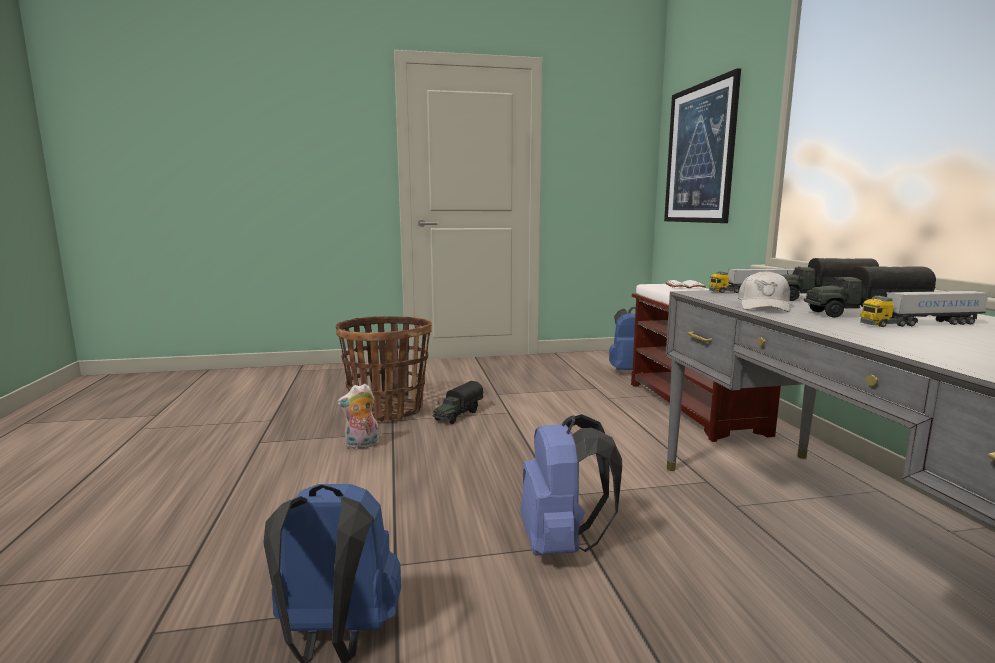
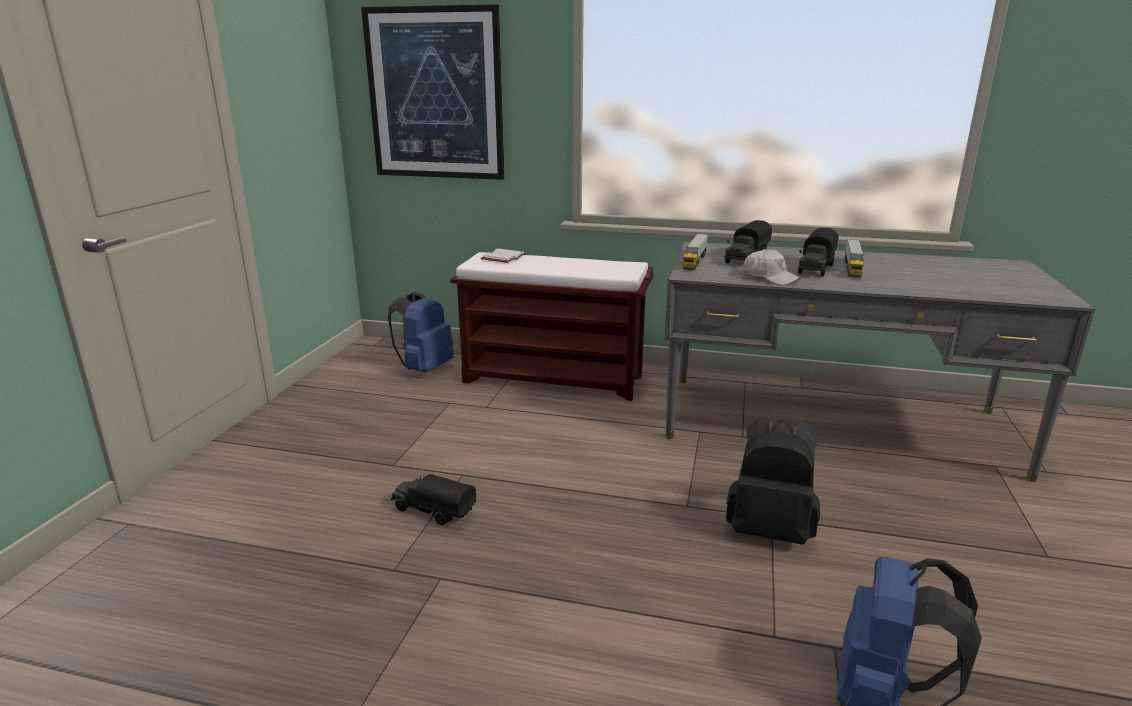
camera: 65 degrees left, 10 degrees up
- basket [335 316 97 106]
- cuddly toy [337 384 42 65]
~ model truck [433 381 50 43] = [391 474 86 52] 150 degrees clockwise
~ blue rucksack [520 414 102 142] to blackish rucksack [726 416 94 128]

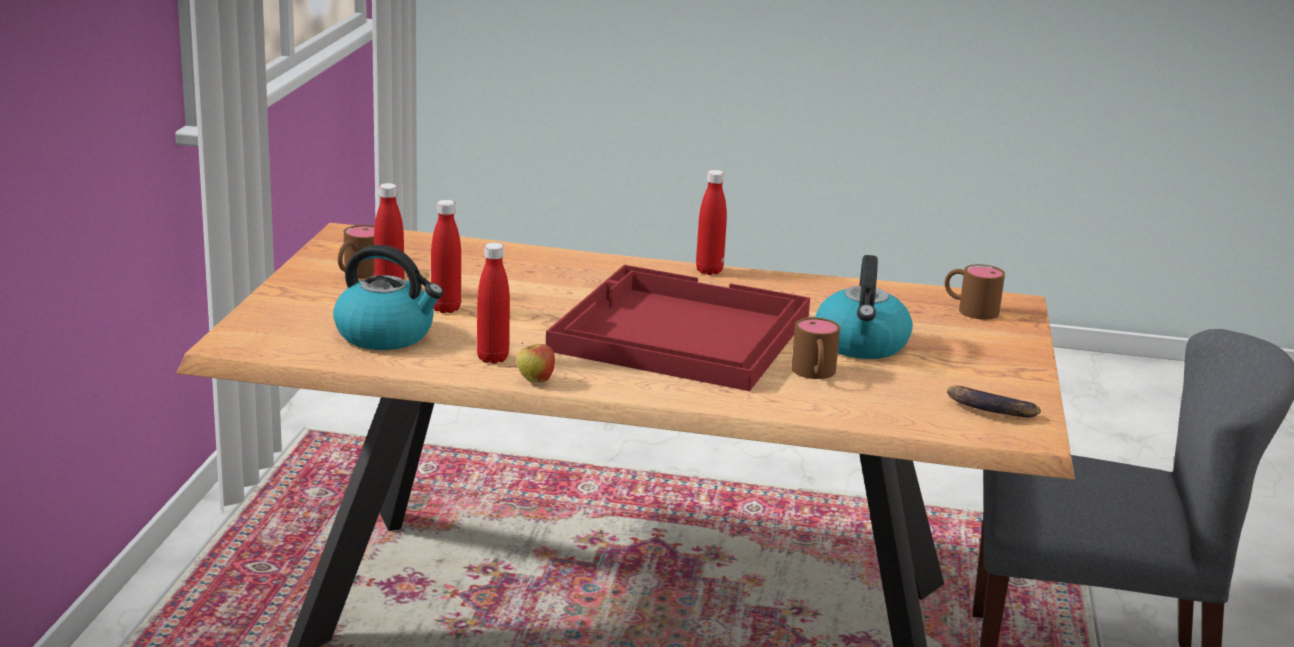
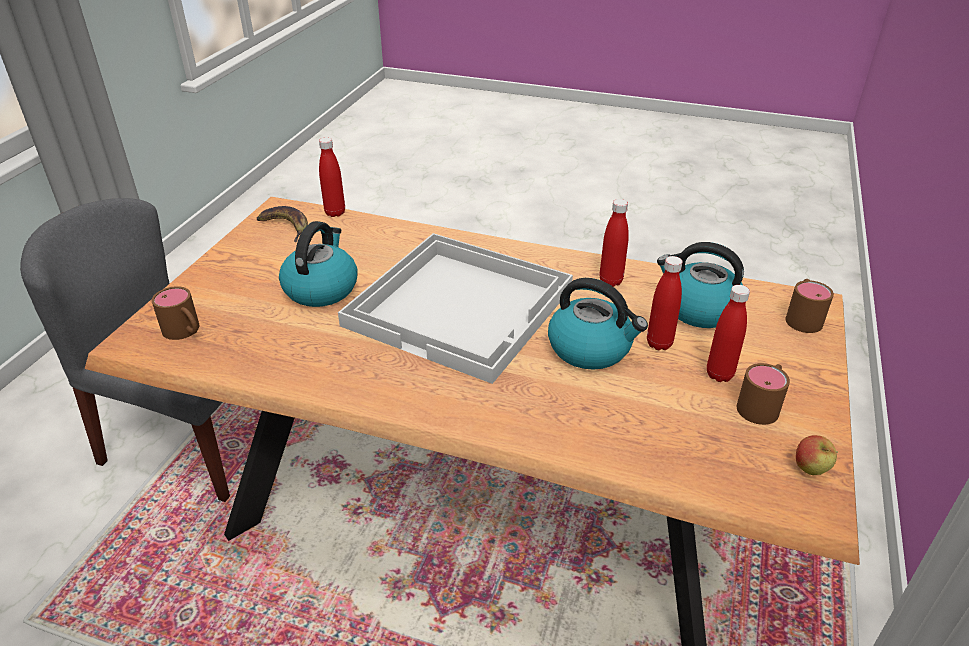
camera: 170 degrees left, 15 degrees up
~ apple [516 342 39 41] to [796 435 42 40]
~ red carrying tray [546 265 264 126] to white-coloured carrying tray [338 233 235 151]
~ red beverage bottle [696 170 31 105] to [319 137 26 80]
~ brownish tea mug [791 317 49 62] to [785 279 49 54]
+ tea kettle [548 278 100 92]

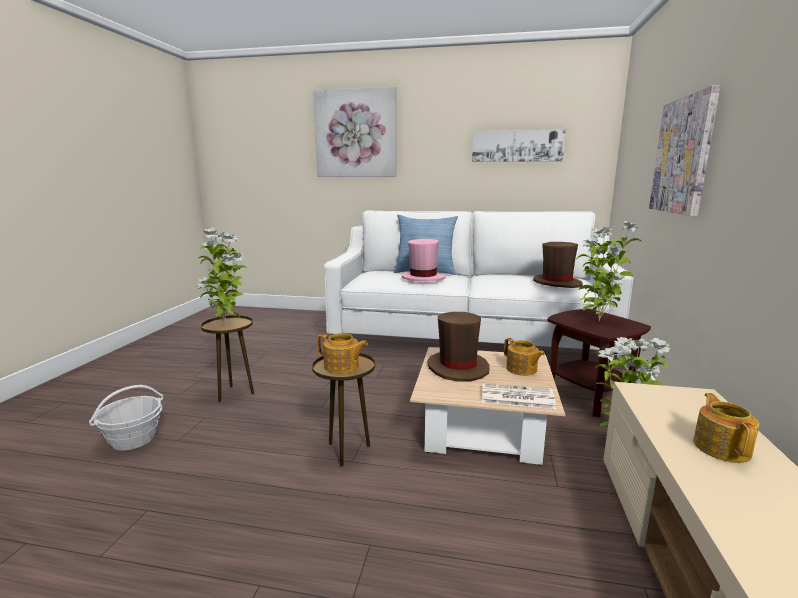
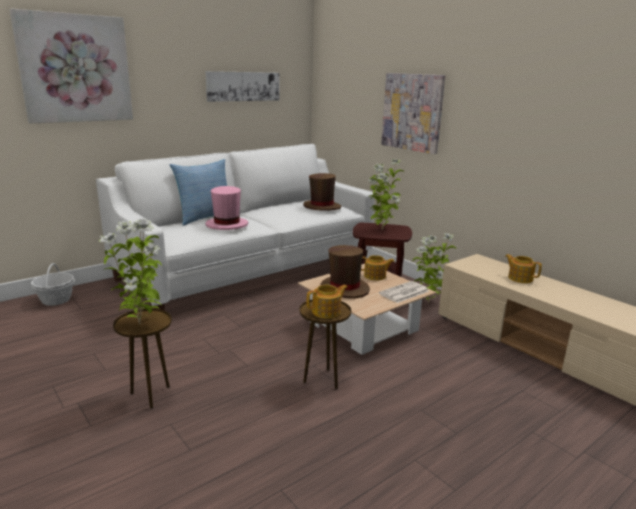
camera: 50 degrees left, 5 degrees up
~ basket [89 385 74 66] to [31 263 44 43]

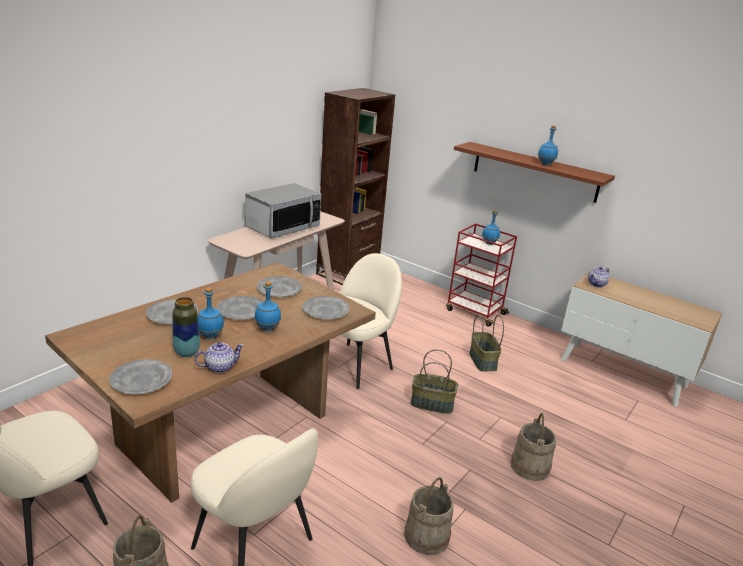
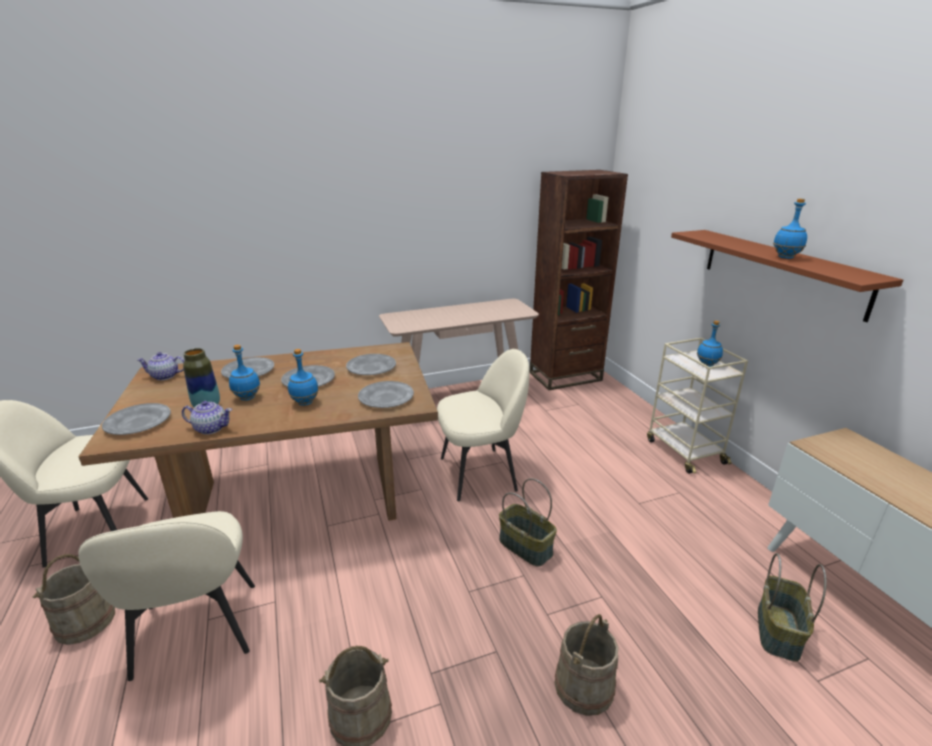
camera: 35 degrees right, 0 degrees up
- kitchen microwave [245 183 76 56]
~ red wheeled cart [446 224 71 103] to beige-coloured wheeled cart [647 338 101 136]
~ basket [469 315 35 57] to [758 553 69 109]
~ tea pot [588 267 21 20] to [137 352 47 28]

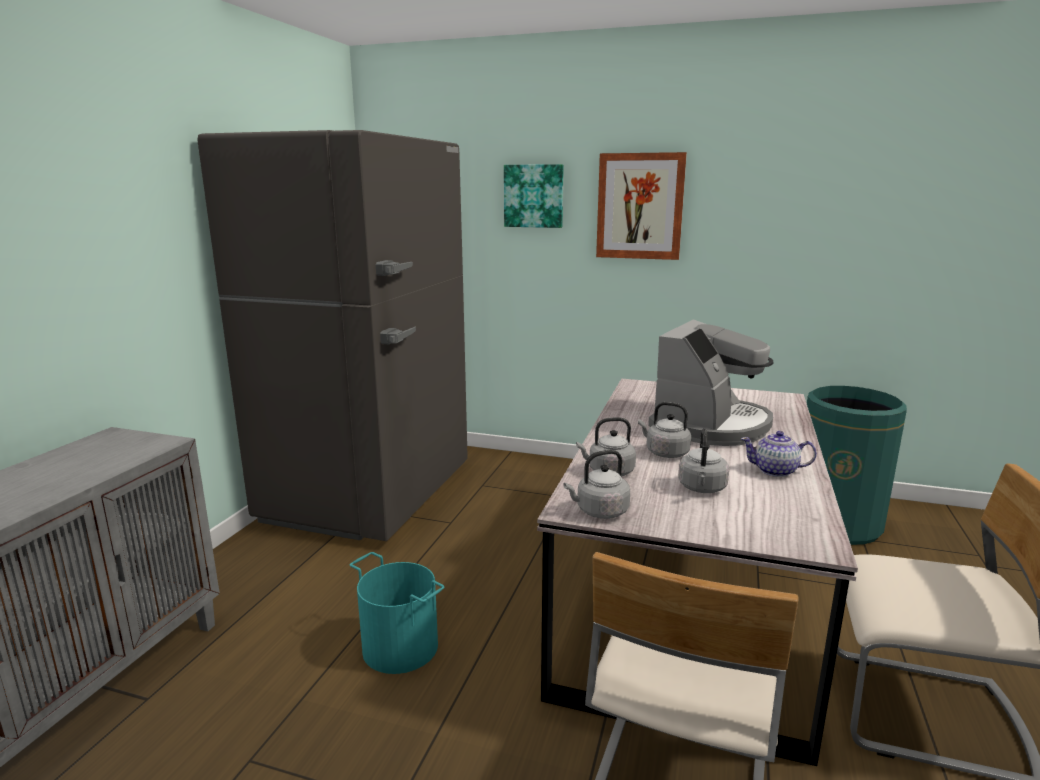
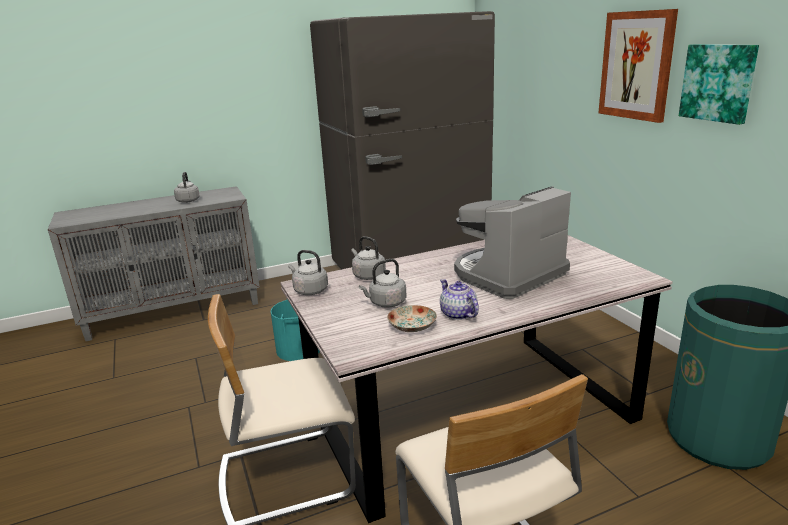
camera: 50 degrees right, 5 degrees up
~ wall picture [504 164 60 64] to [679 44 80 81]
~ greyish tea kettle [638 402 53 56] to [174 172 26 31]
~ coffee maker [648 319 125 127] = [454 186 117 113] 150 degrees clockwise
+ plate [387 305 50 27]

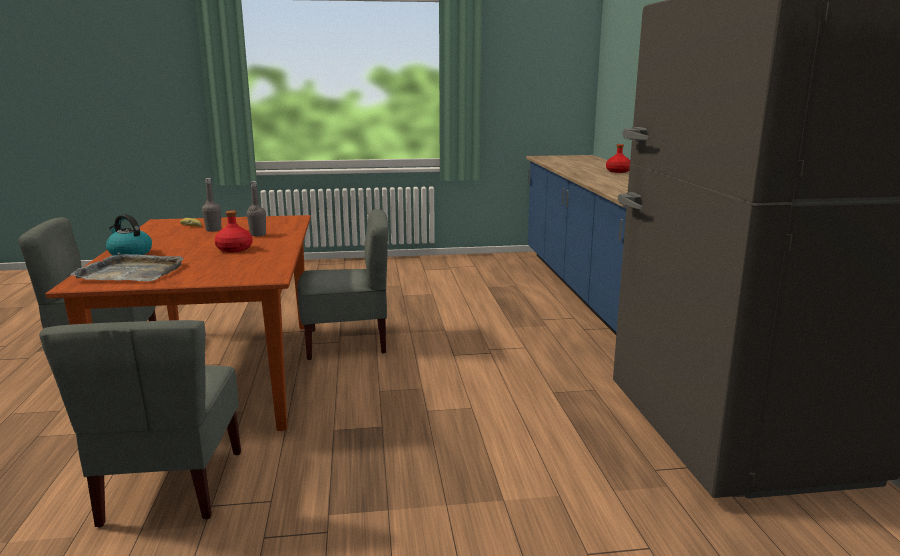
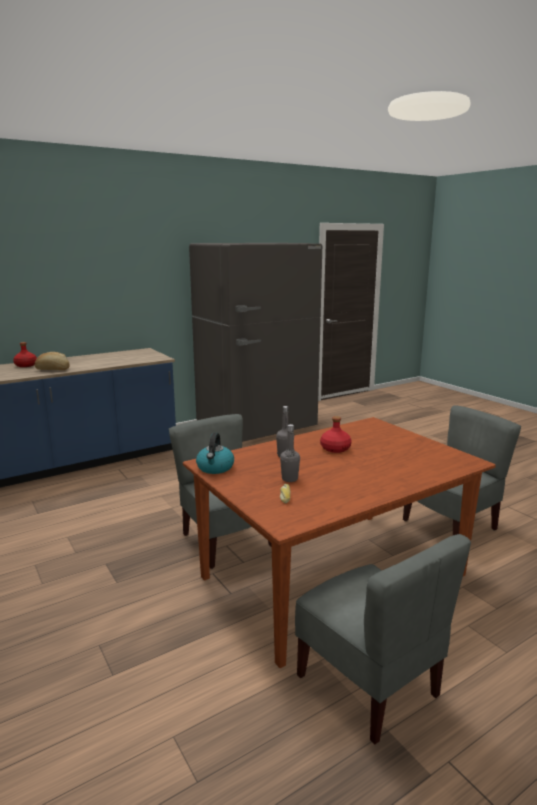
camera: 115 degrees left, 0 degrees up
- greyish carrying tray [70 253 114 29]
~ tea kettle [106 214 46 42] to [196 433 38 41]
+ bakery bread [35 352 35 18]

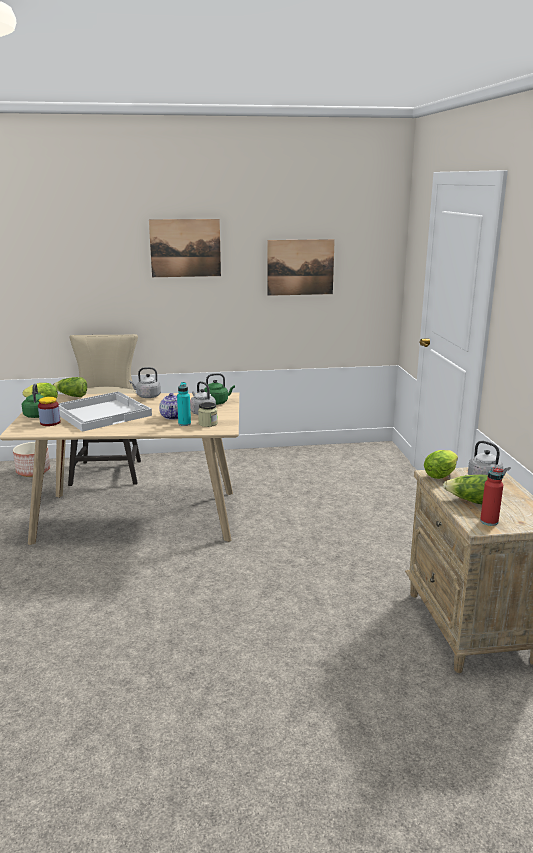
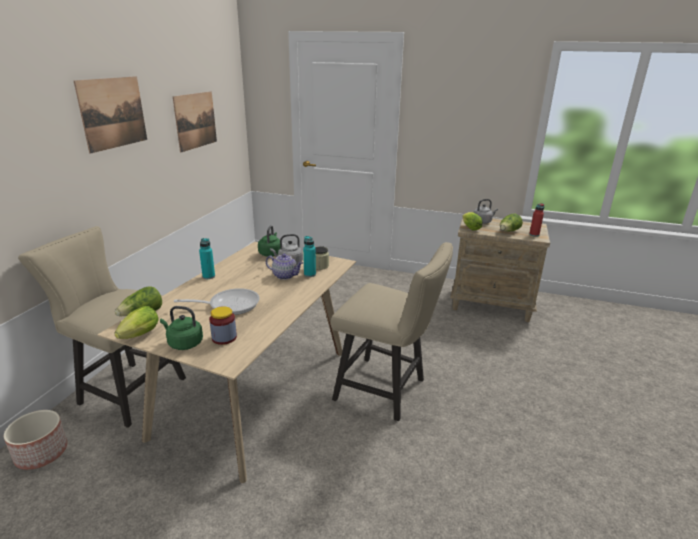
camera: 65 degrees left, 5 degrees up
~ white-coloured carrying tray [59 391 93 41] to pan [174 288 86 27]
~ greyish tea kettle [129 367 32 31] to blue-green beverage bottle [199 238 16 41]
+ beige-coloured chair [331 242 122 179]

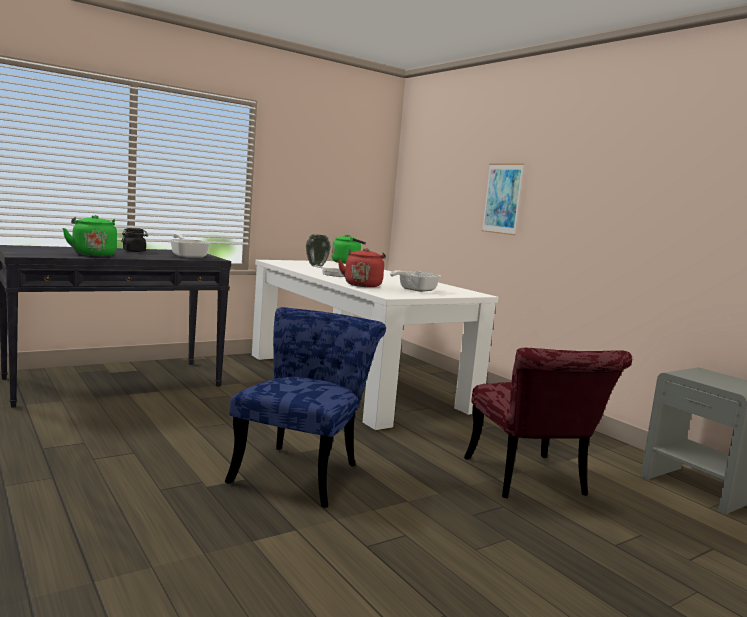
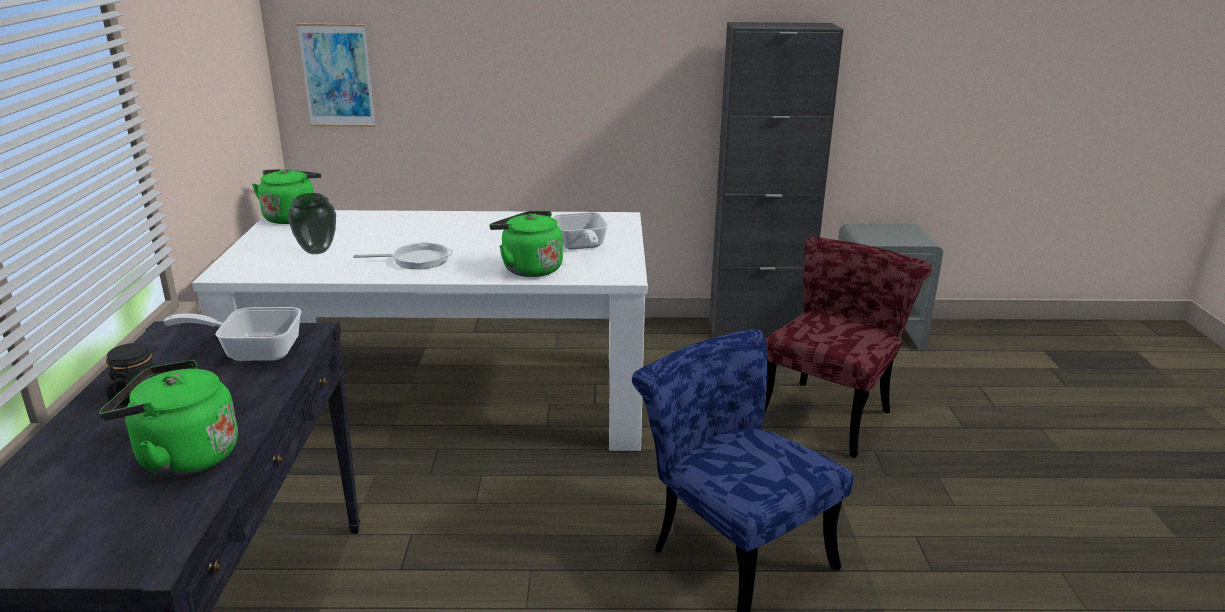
camera: 55 degrees left, 15 degrees up
~ red tea kettle [338 248 48 39] to green tea kettle [489 211 74 66]
~ red chair [464 348 168 150] = [765 237 167 221] 75 degrees counterclockwise
~ wall picture [482 163 42 72] to [297 24 79 103]
+ blackish storage cabinet [709 22 135 316]

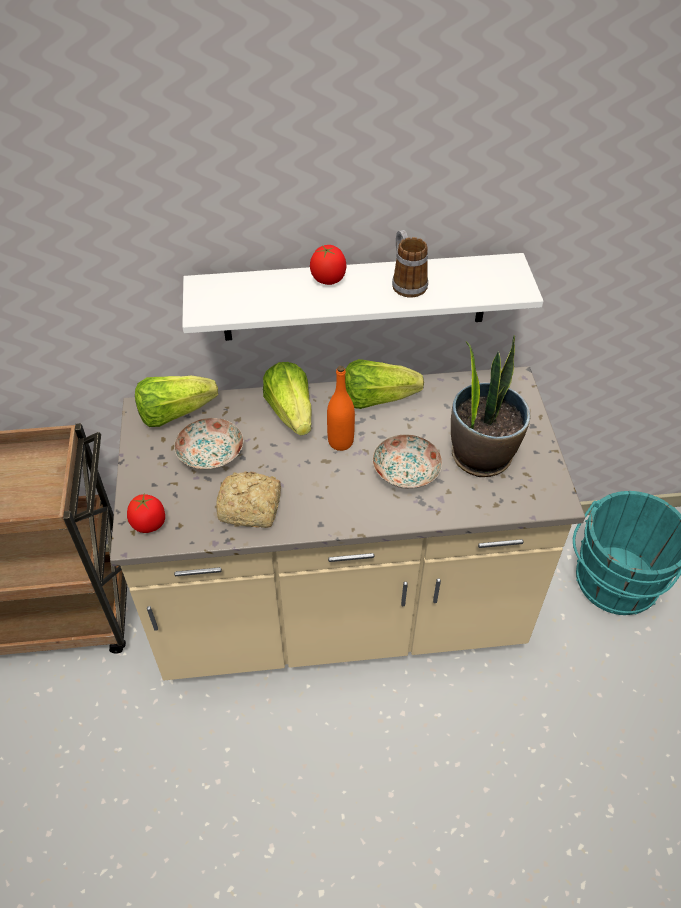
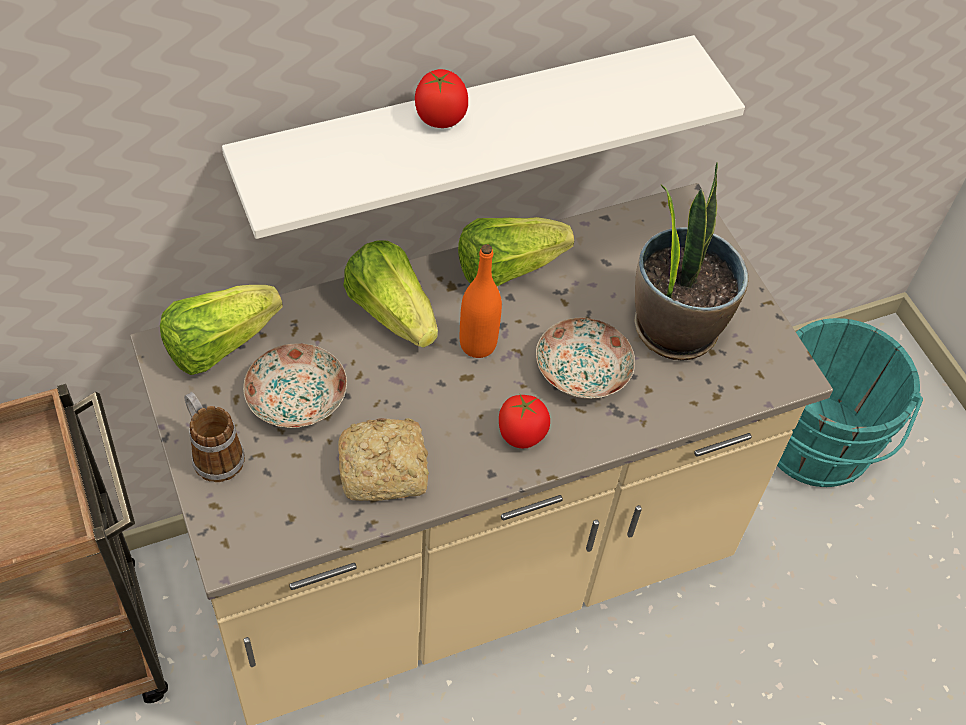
camera: 20 degrees left, 5 degrees up
~ tomato [127 494 38 39] to [499 394 51 54]
~ tea mug [392 230 36 68] to [184 392 61 90]

